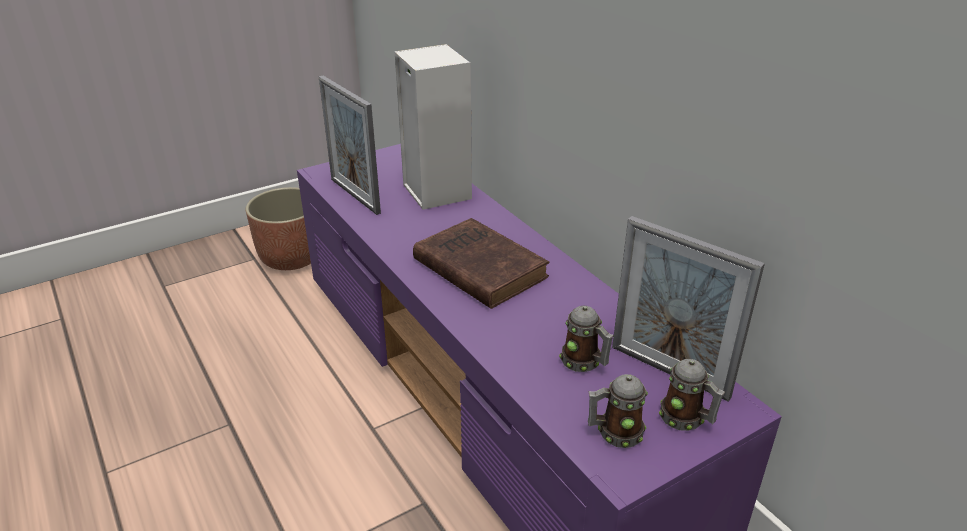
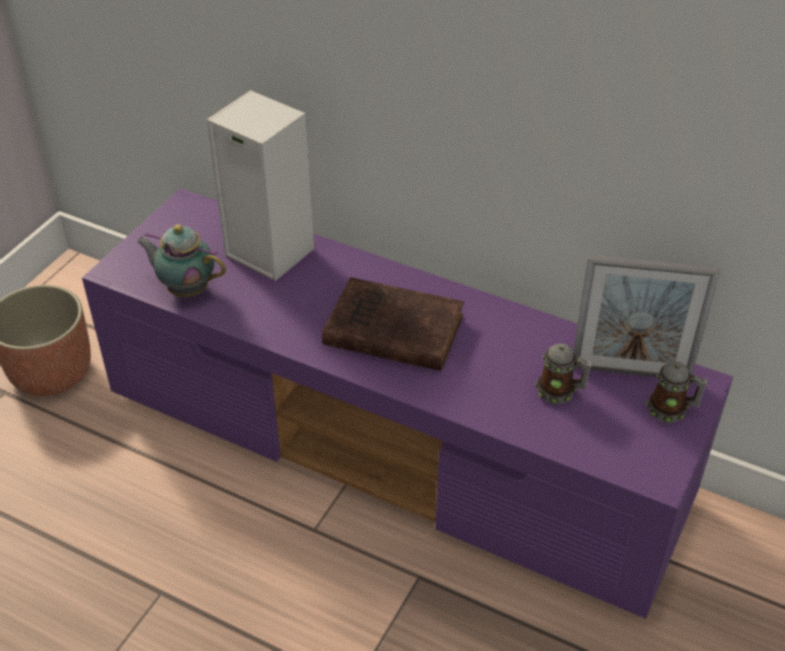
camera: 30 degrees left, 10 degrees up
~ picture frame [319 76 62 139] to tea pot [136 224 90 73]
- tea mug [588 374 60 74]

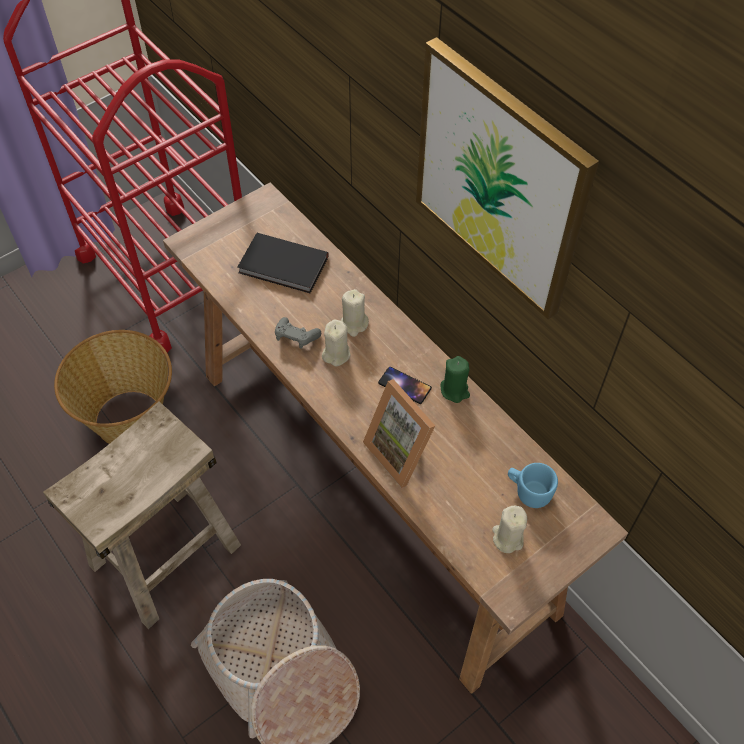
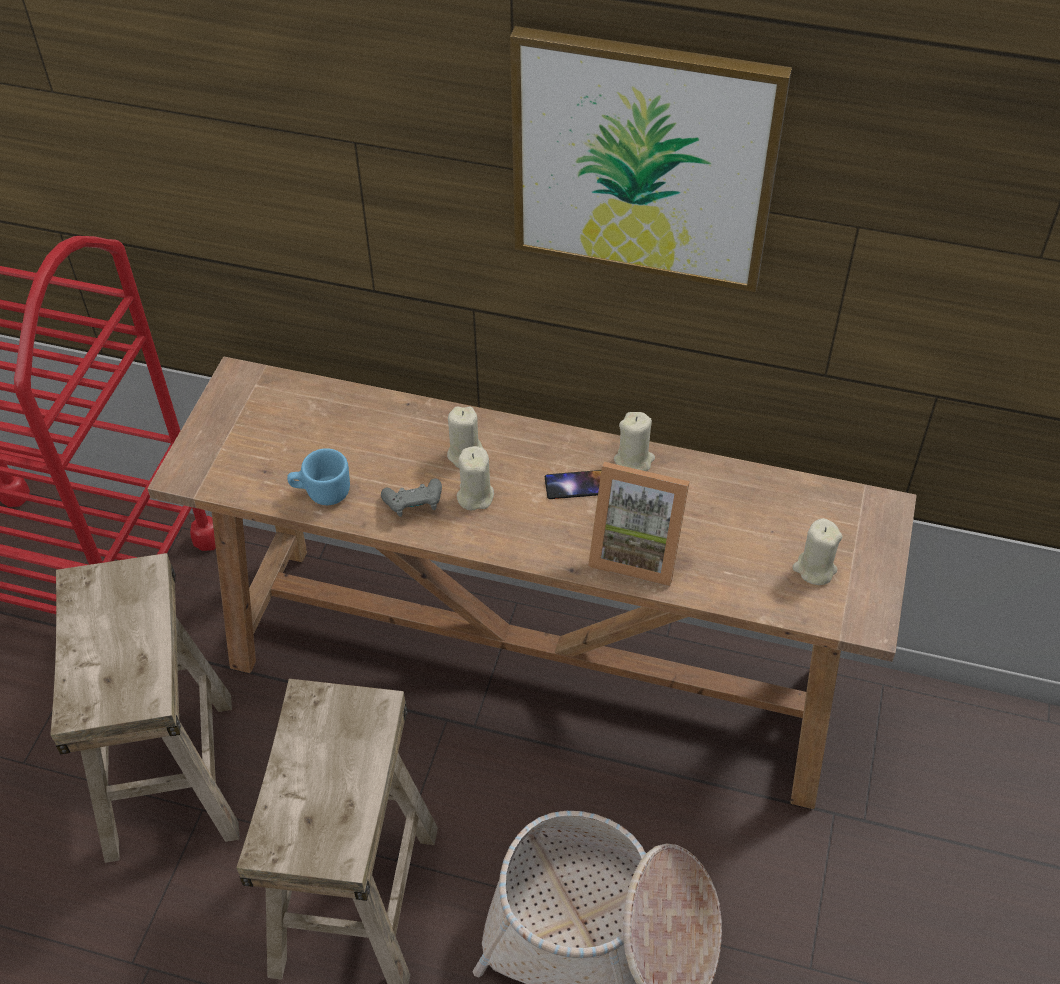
camera: 35 degrees left, 5 degrees down
~ basket [54 330 118 114] to beige-coloured stool [50 553 190 310]
- blackish book [237 233 92 60]
~ green candle [441 356 29 47] to beige-coloured candle [614 412 41 59]
~ blue tea mug [508 463 50 45] to [287 448 63 57]

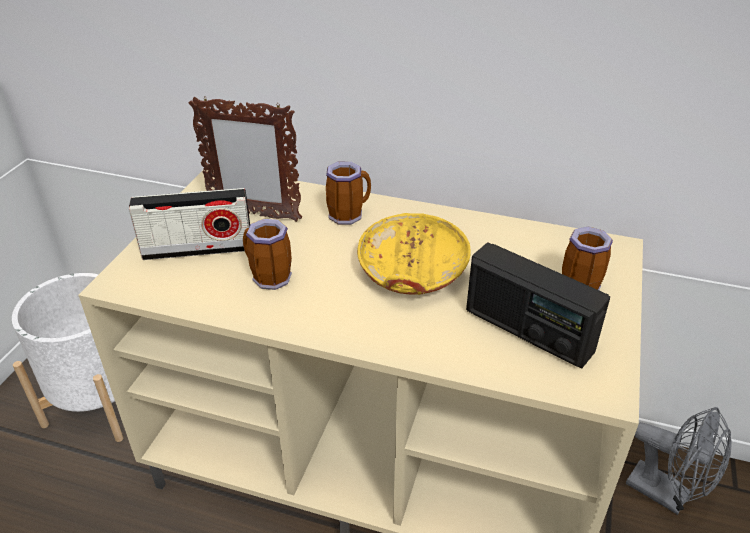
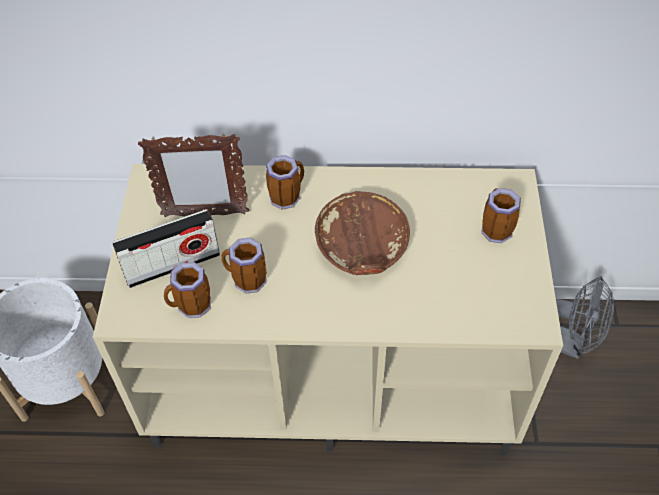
camera: 15 degrees left, 15 degrees up
~ yellowish serving bowl [357 213 114 82] to brownish serving bowl [315 191 95 84]
- radio [466 243 144 125]
+ tea mug [164 262 47 56]

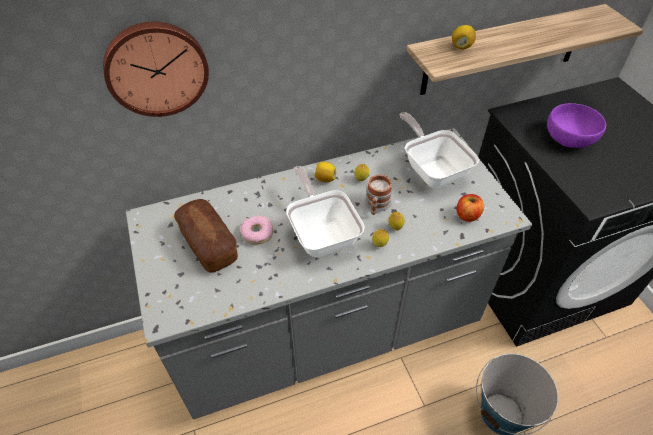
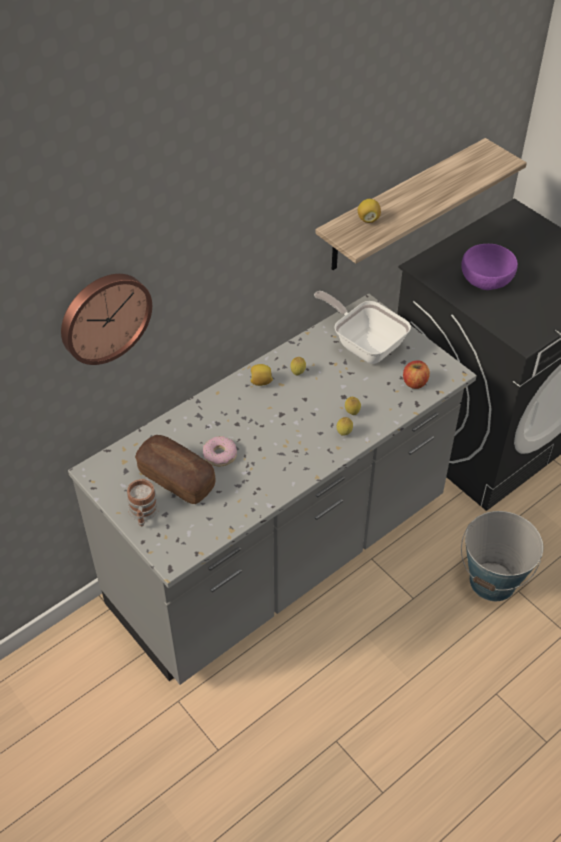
camera: 20 degrees left, 0 degrees up
- pan [286 166 79 91]
~ tea mug [365 175 27 40] to [127 479 32 47]

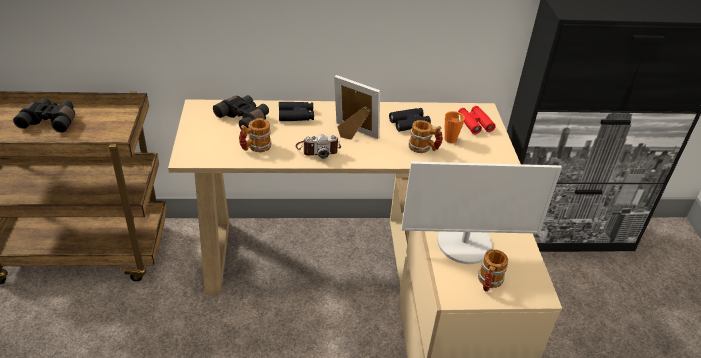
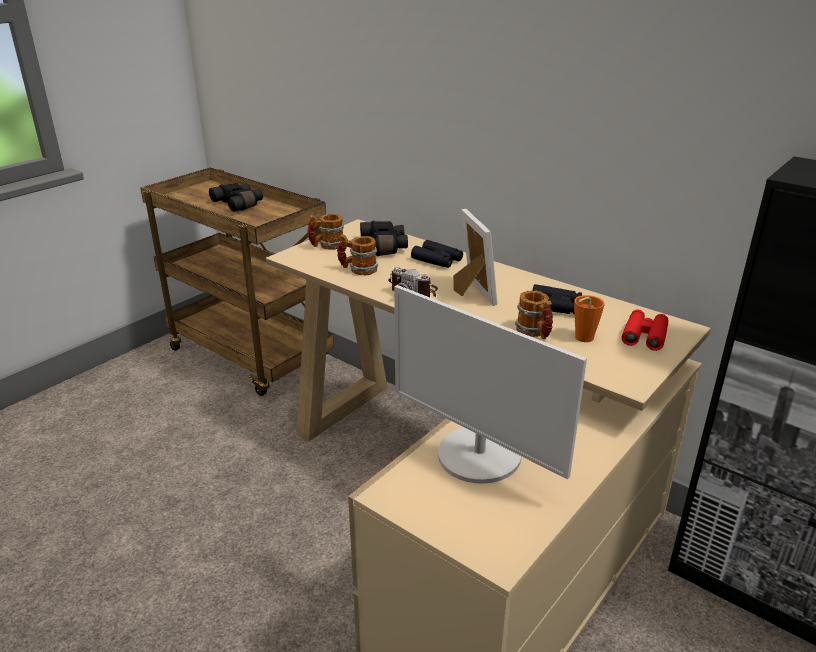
camera: 45 degrees right, 10 degrees down
~ tea mug [478 249 30 43] to [307 213 37 37]

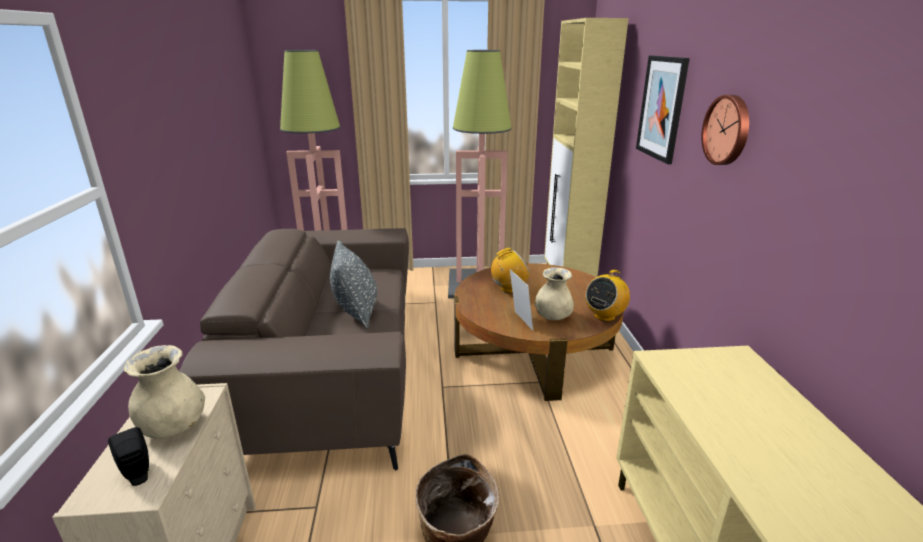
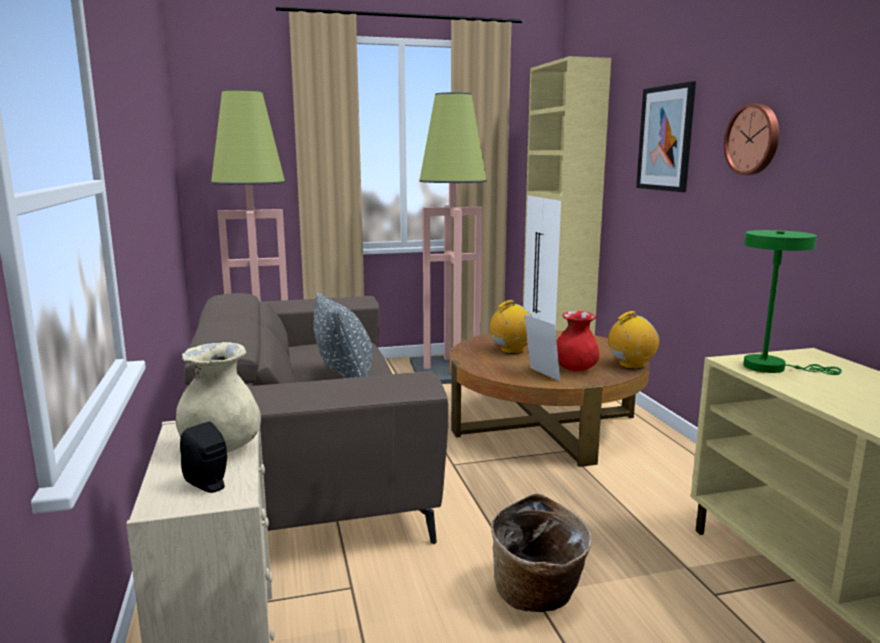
camera: 10 degrees left, 10 degrees down
~ beige-coloured vase [535 267 39 53] to red vase [557 311 42 60]
~ radio [585 270 45 52] = [608 311 52 58] 150 degrees counterclockwise
+ green tabletop lamp [743 230 99 145]

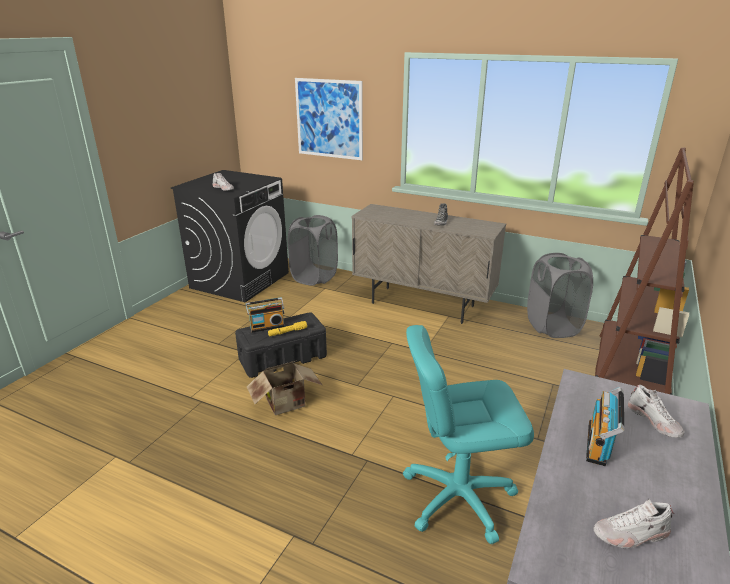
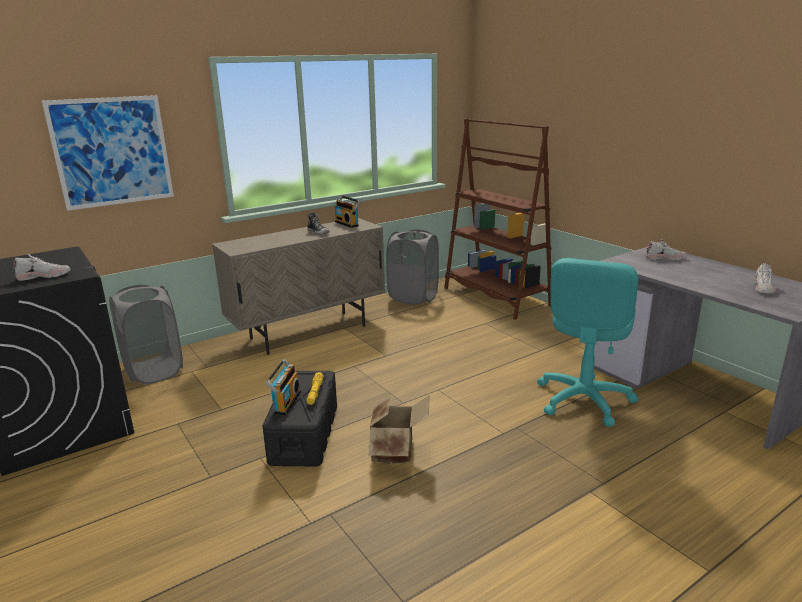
camera: 60 degrees left, 5 degrees down
~ radio [586 387 38 79] to [335 195 26 33]

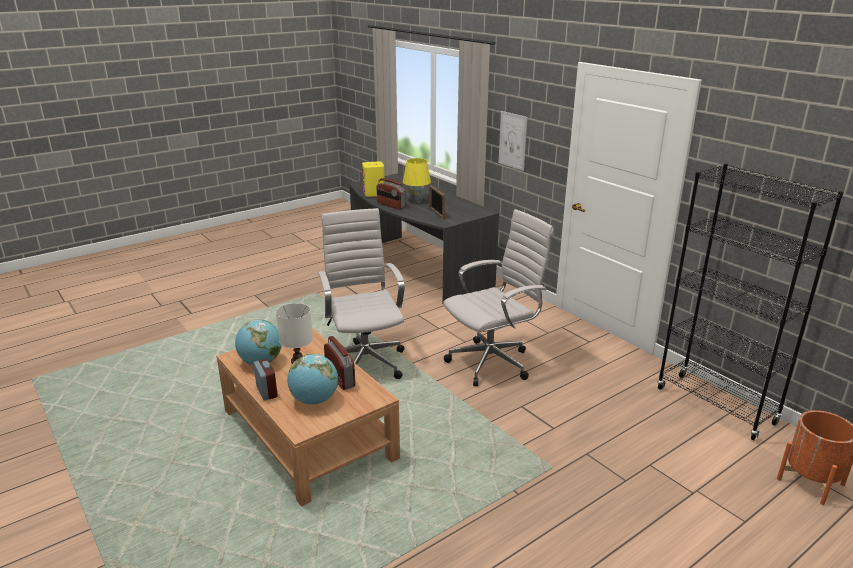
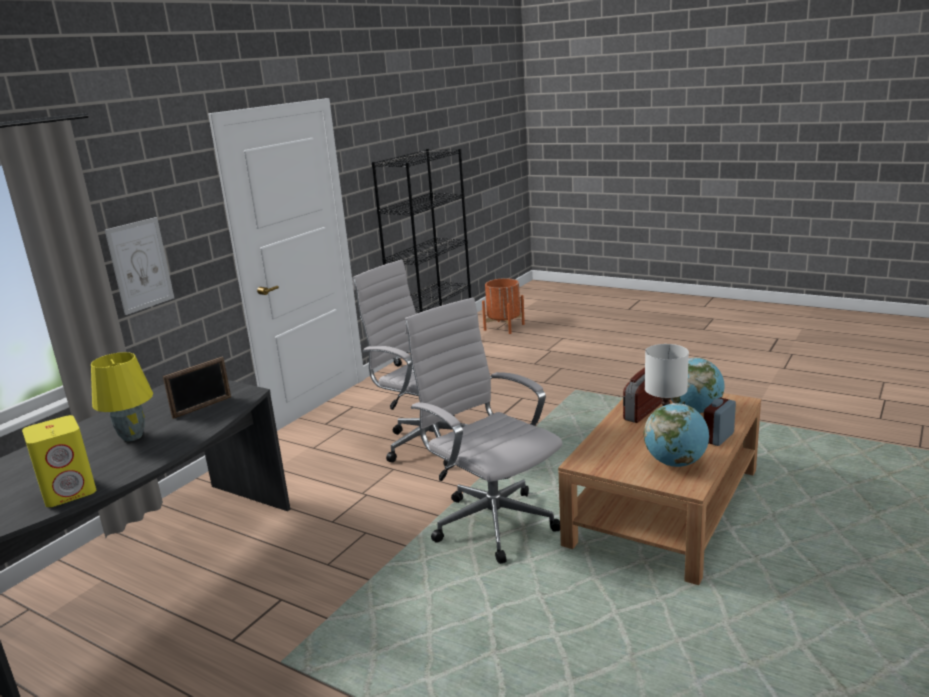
camera: 110 degrees left, 5 degrees down
~ white-coloured computer chair [318 208 87 171] = [405 297 157 267] 90 degrees clockwise
- radio [377 178 29 31]

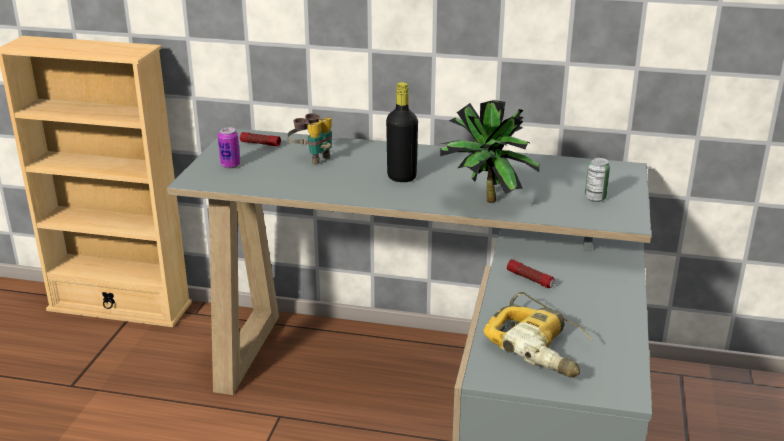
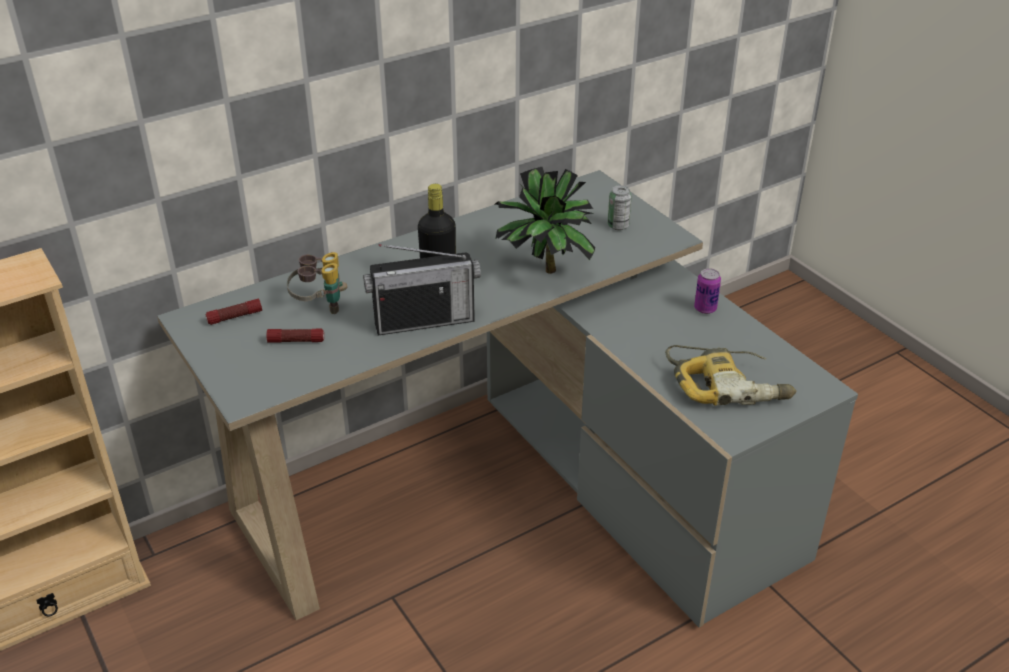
camera: 45 degrees left, 10 degrees up
~ metal can [218 127 22 41] to [694 268 27 46]
~ hand torch [507 259 48 29] to [267 329 57 14]
+ radio [363 244 118 92]

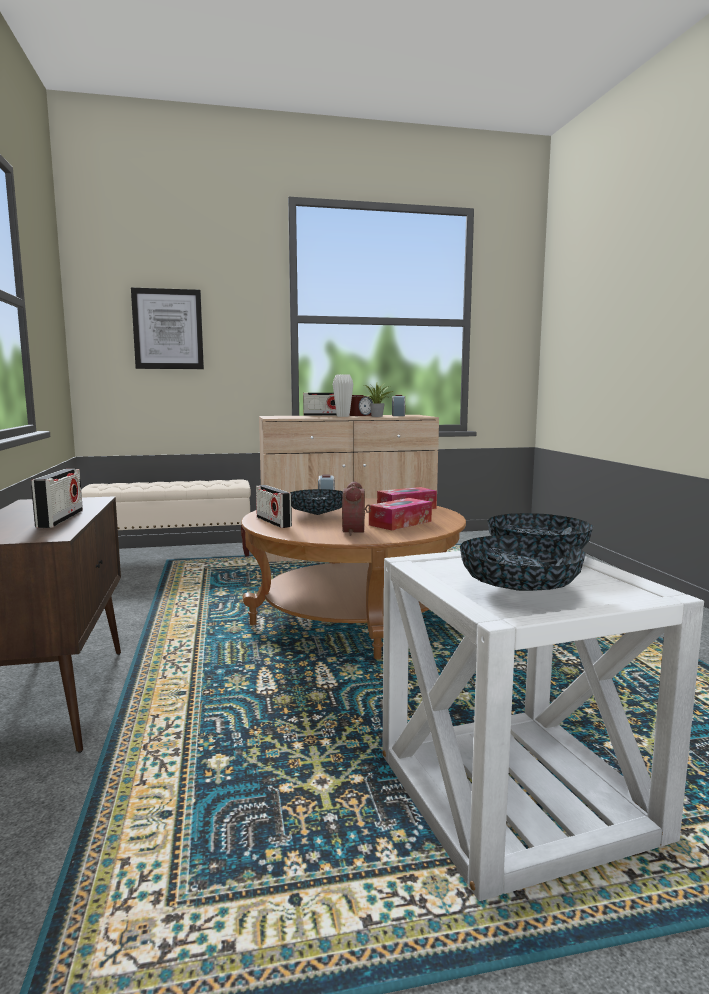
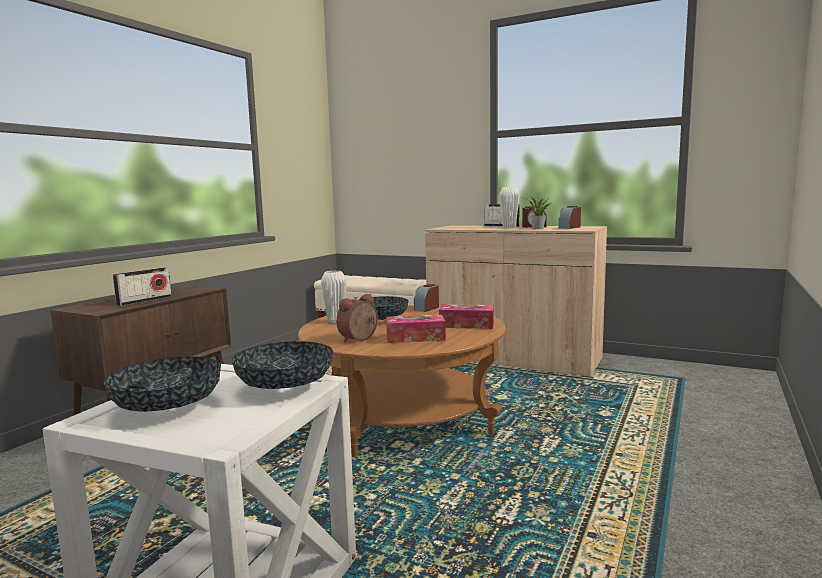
camera: 40 degrees right, 0 degrees up
- wall picture [131 287 73 82]
~ radio [256 485 36 43] to white-coloured vase [321 271 26 52]

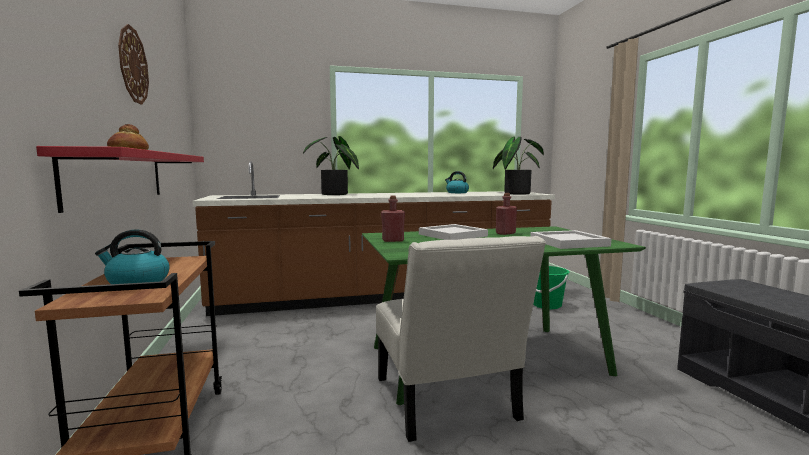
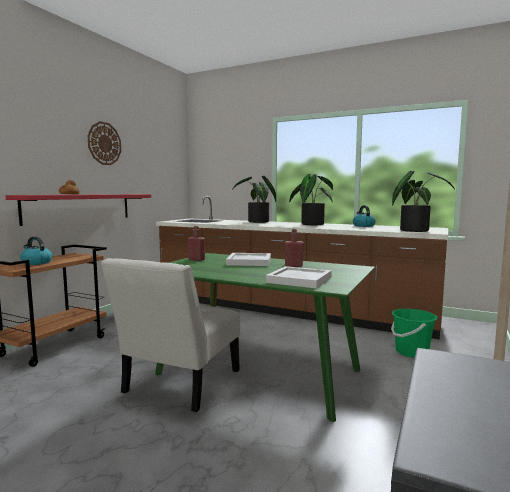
camera: 40 degrees right, 0 degrees up
+ houseplant [289 174 44 51]

